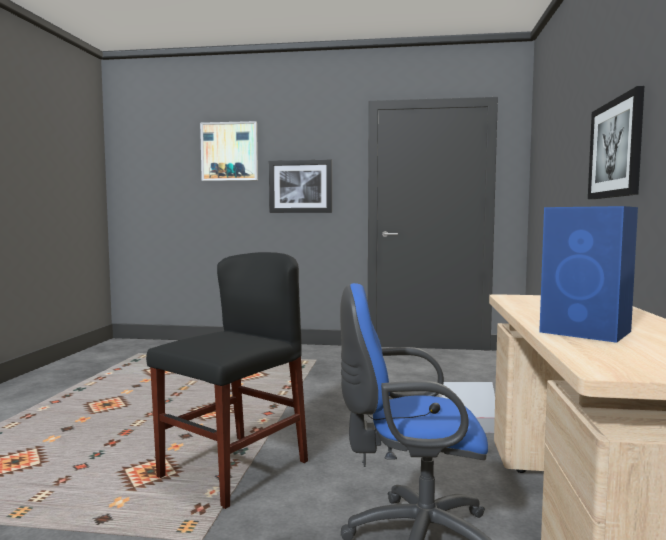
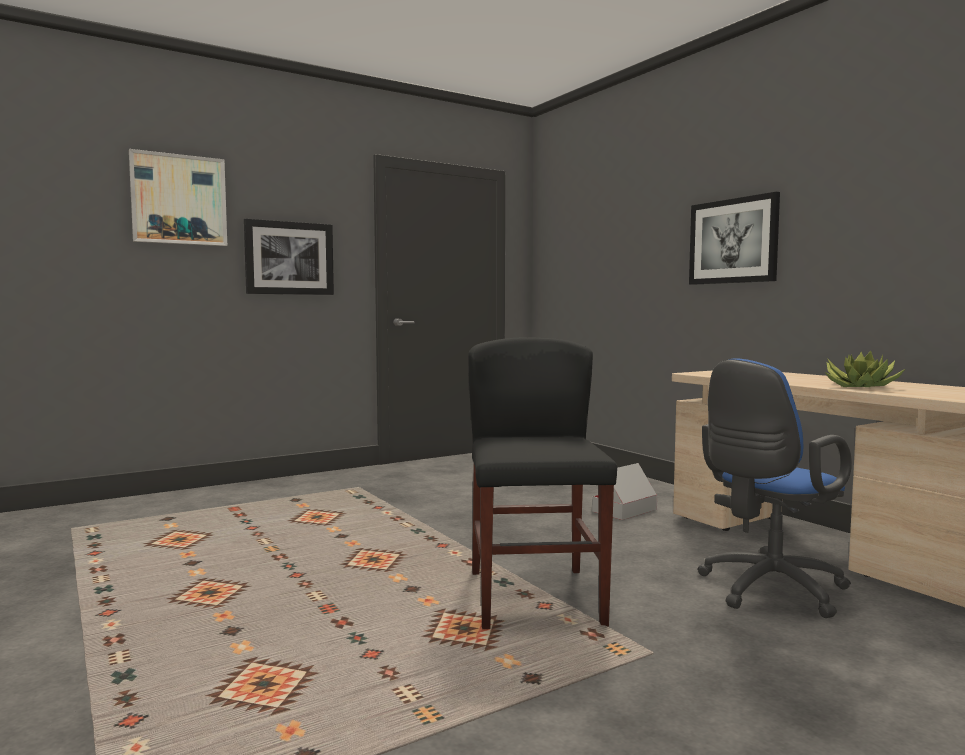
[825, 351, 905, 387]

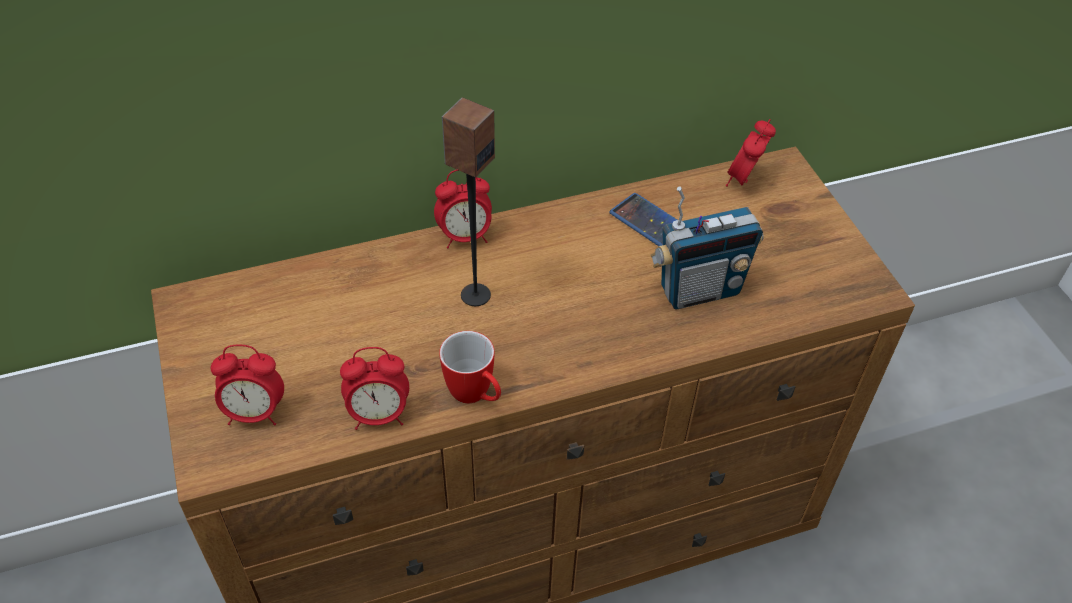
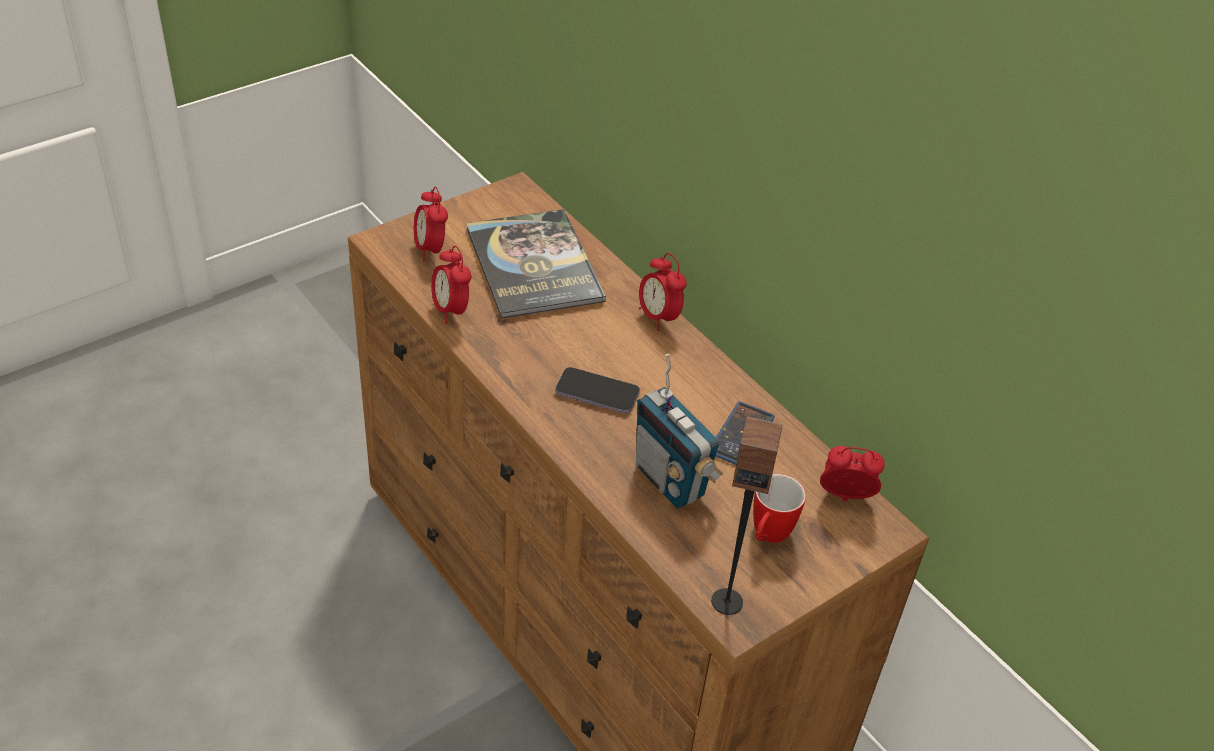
[467, 209, 606, 319]
[555, 367, 640, 414]
[753, 474, 806, 543]
[711, 417, 783, 615]

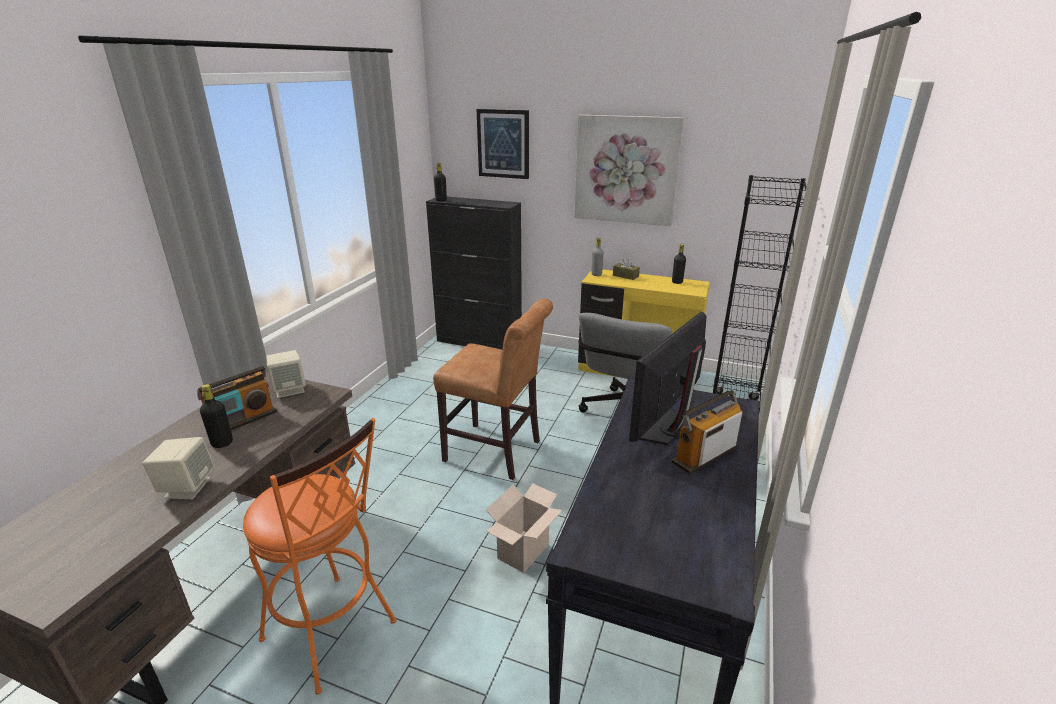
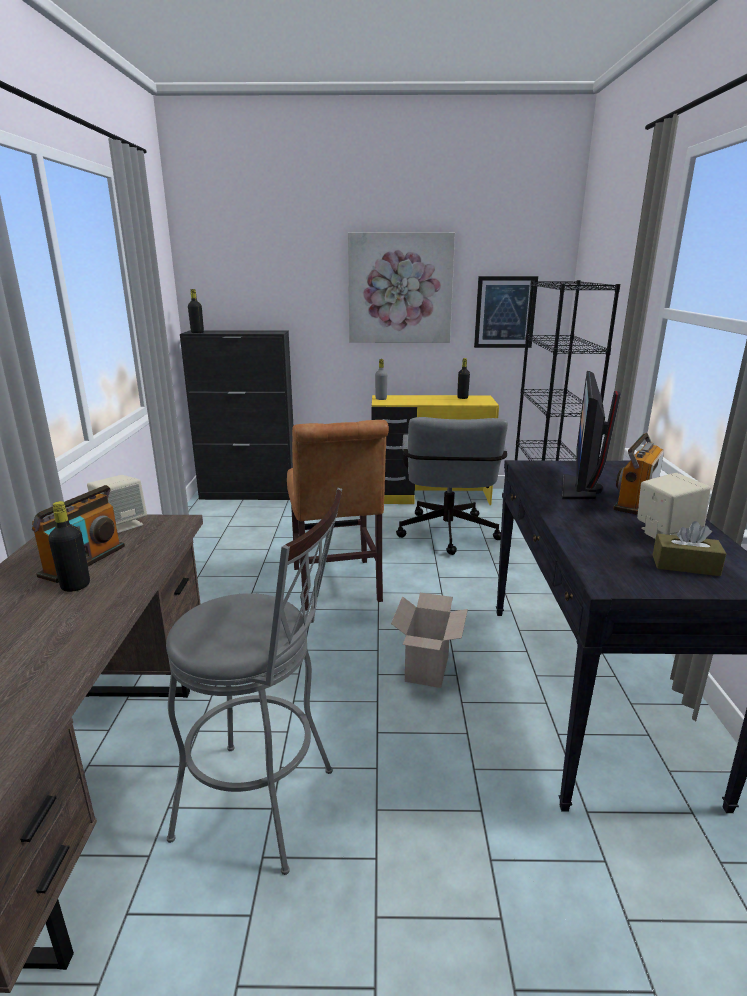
[637, 473, 711, 539]
[474, 276, 538, 348]
[653, 521, 727, 576]
[166, 488, 342, 875]
[287, 420, 389, 611]

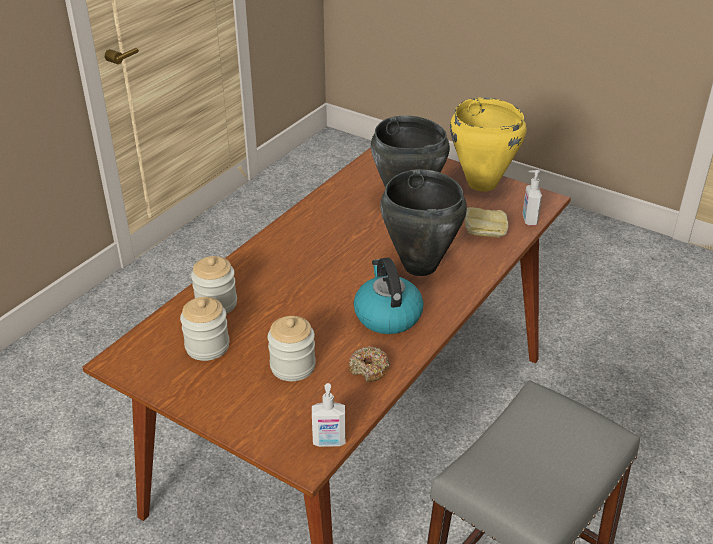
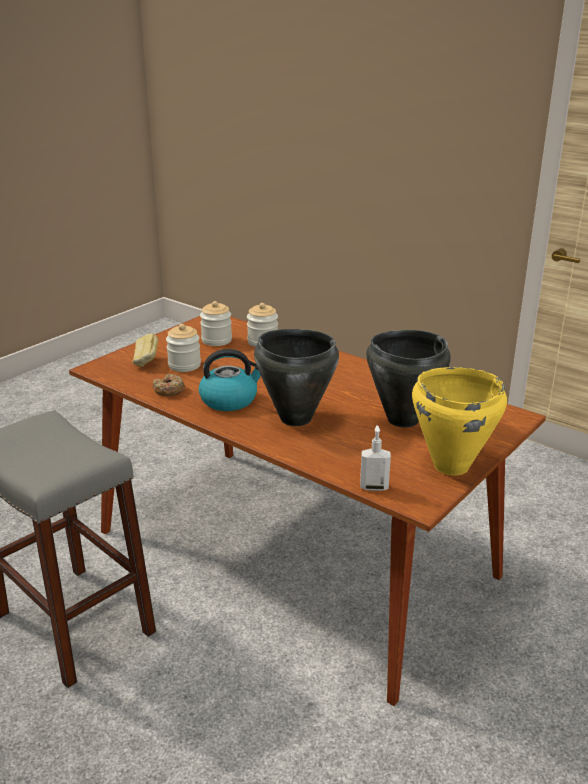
[312, 383, 346, 447] (first image)
[132, 333, 158, 367]

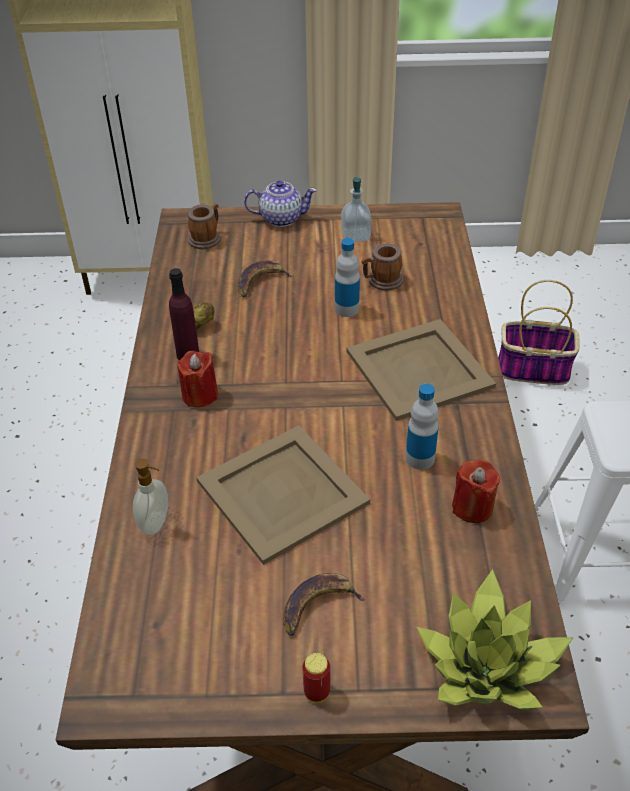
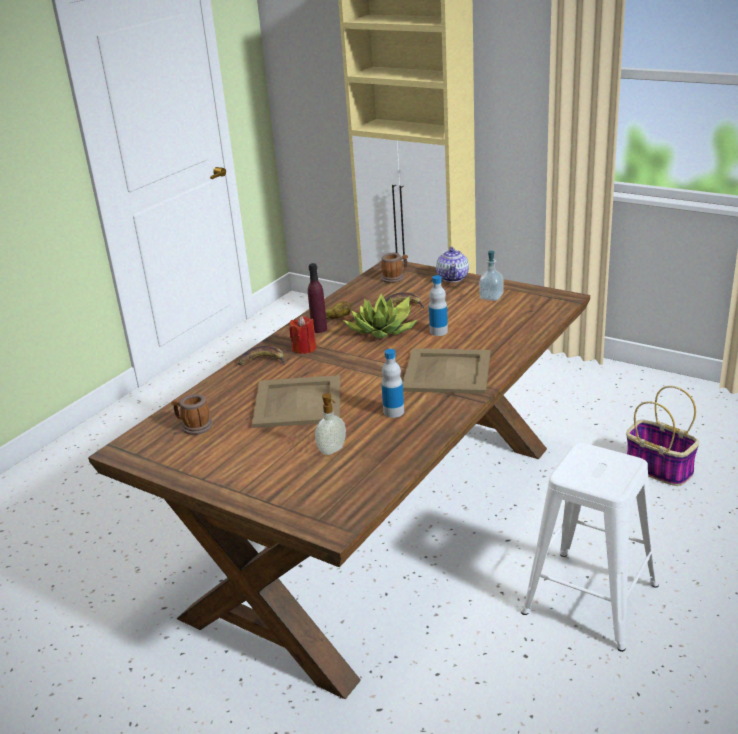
[303, 653, 330, 703] (first image)
[452, 459, 500, 523] (first image)
[315, 393, 346, 455]
[238, 346, 285, 365]
[171, 394, 213, 435]
[343, 294, 418, 338]
[436, 246, 469, 282]

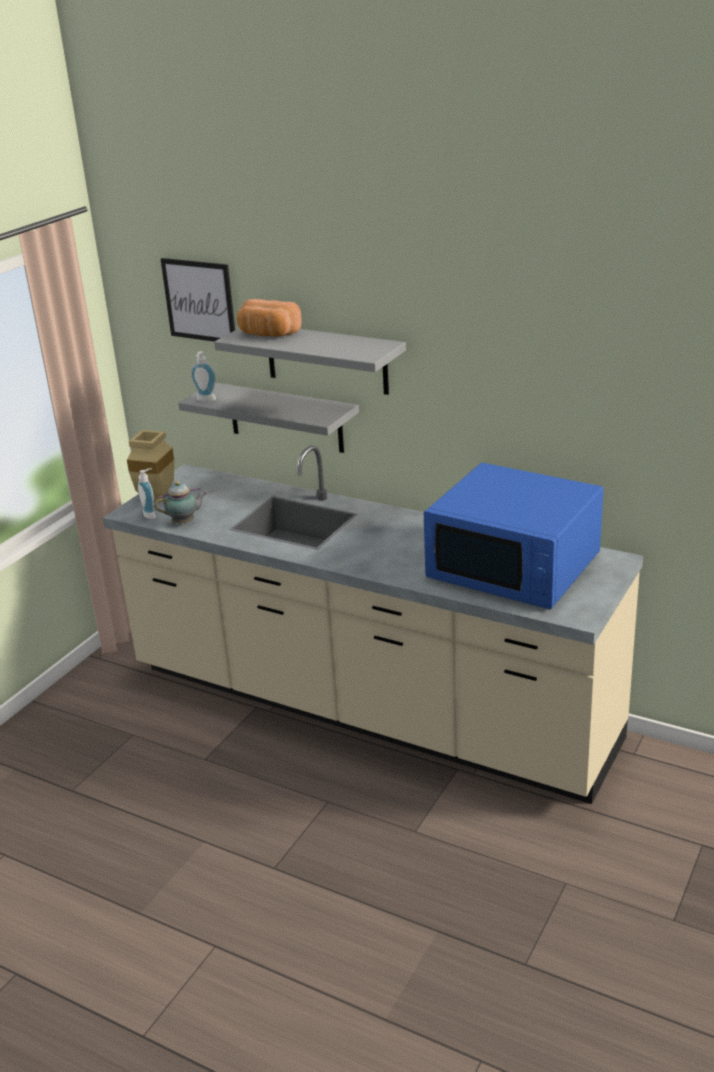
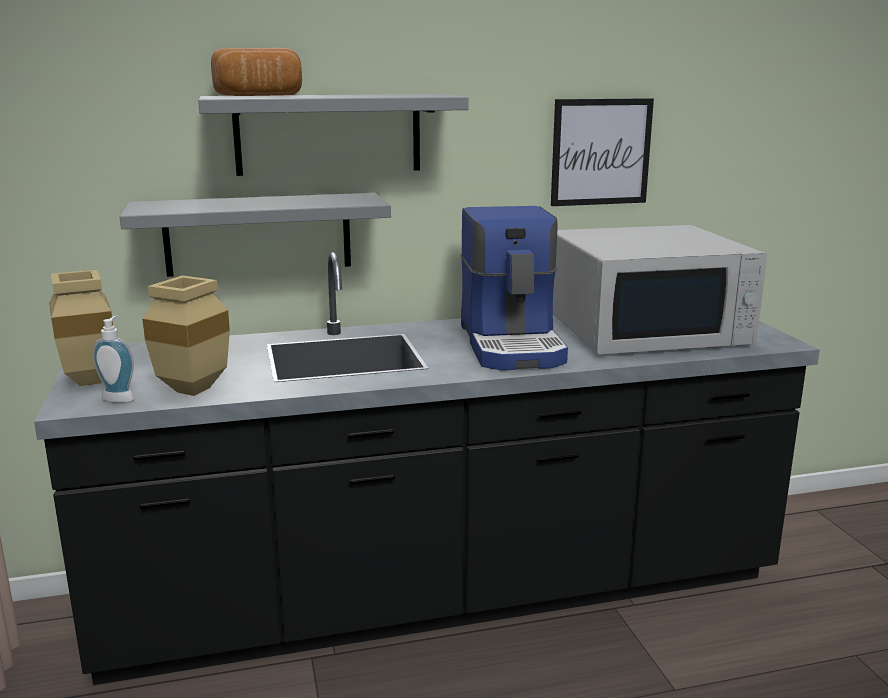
[191, 351, 216, 401] (first image)
[461, 206, 568, 371]
[551, 98, 654, 206]
[142, 275, 230, 396]
[34, 253, 820, 685]
[553, 225, 767, 354]

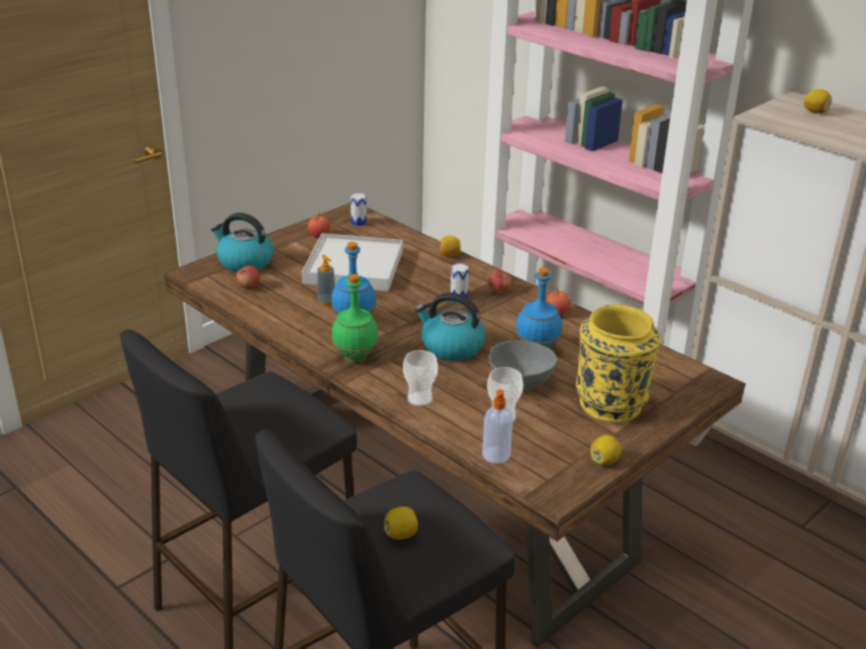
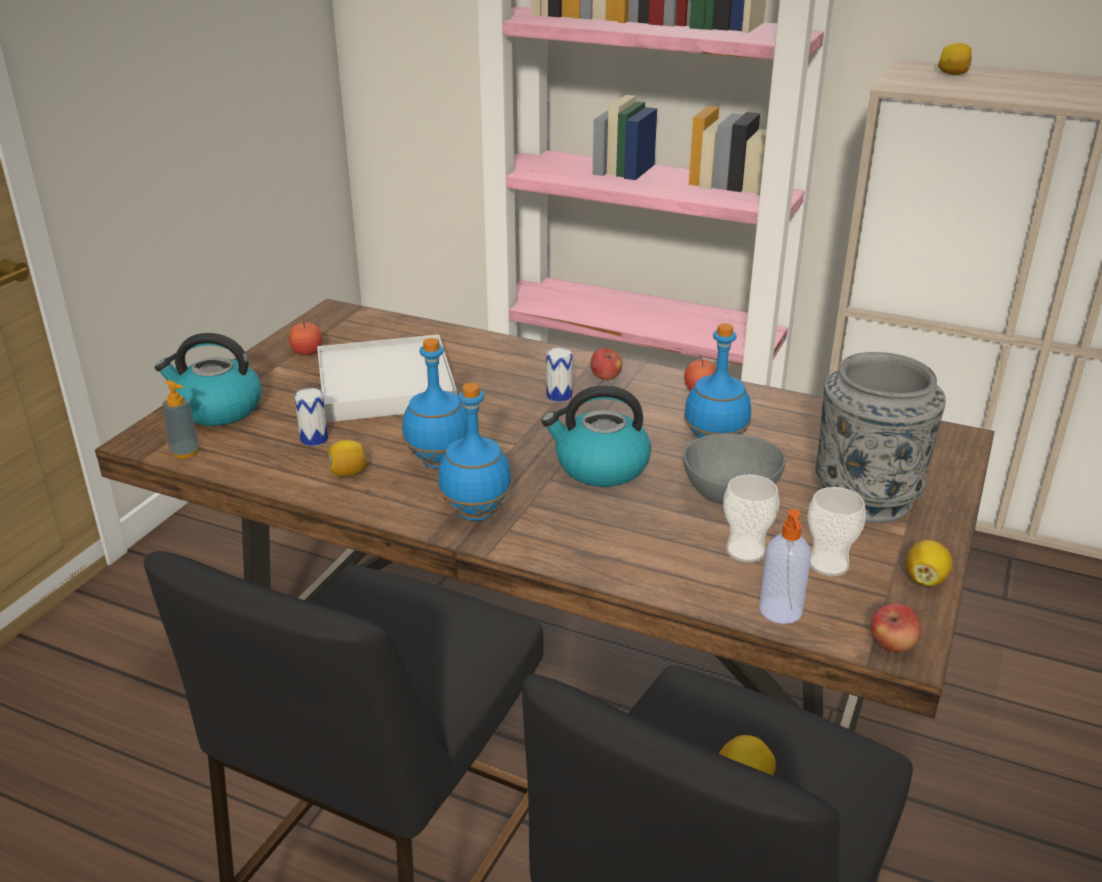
[870, 604, 921, 653]
[162, 380, 200, 458]
[294, 388, 328, 446]
[807, 487, 866, 576]
[328, 440, 368, 477]
[438, 383, 512, 521]
[815, 352, 946, 523]

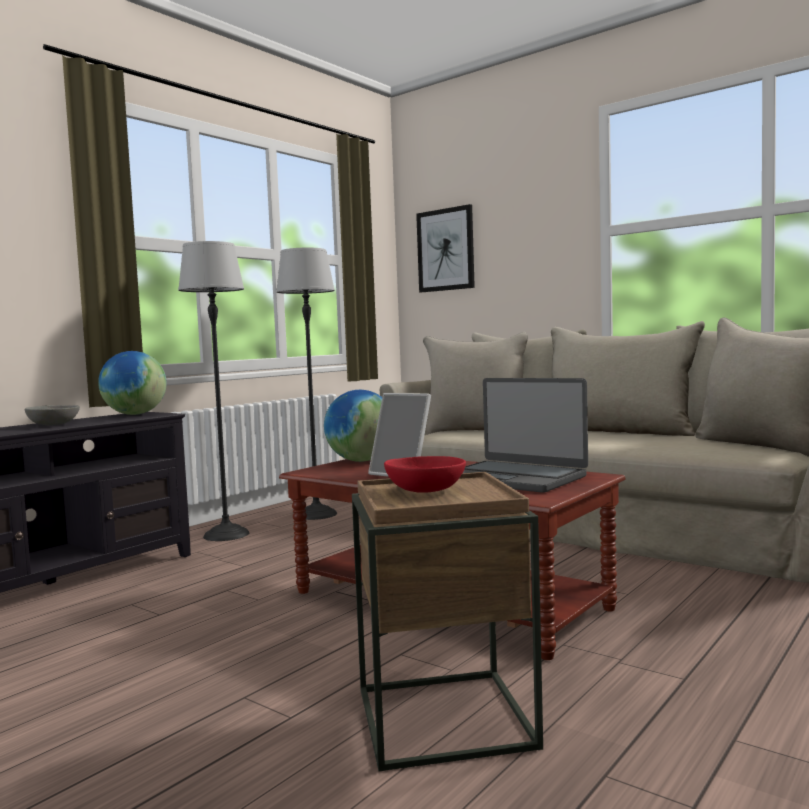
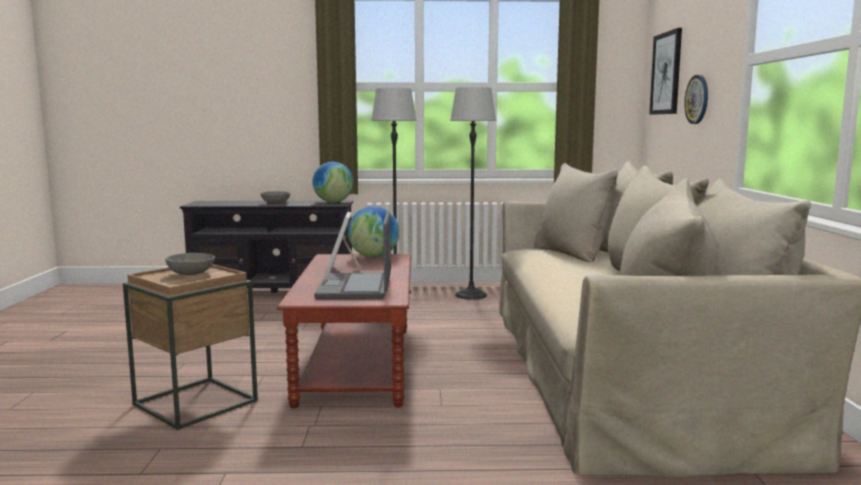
[684, 75, 708, 124]
[165, 253, 215, 275]

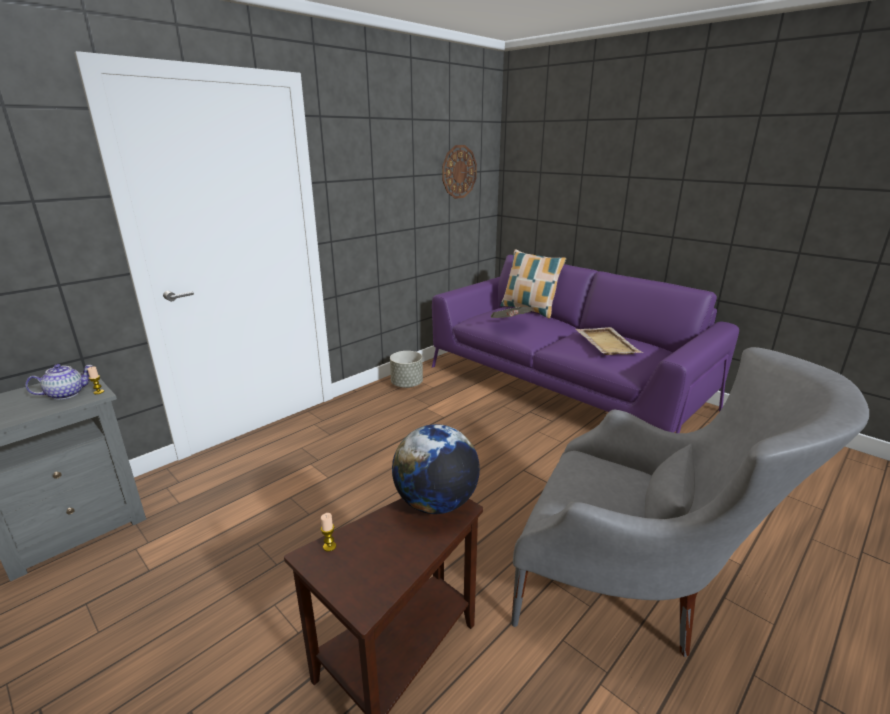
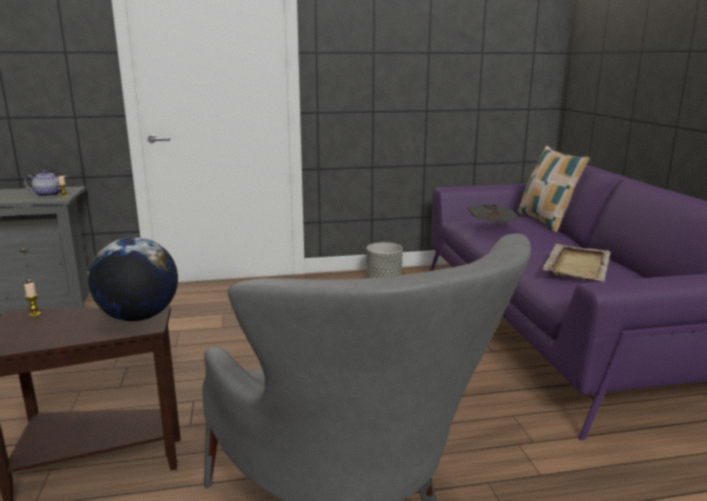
[442, 145, 477, 199] (first image)

